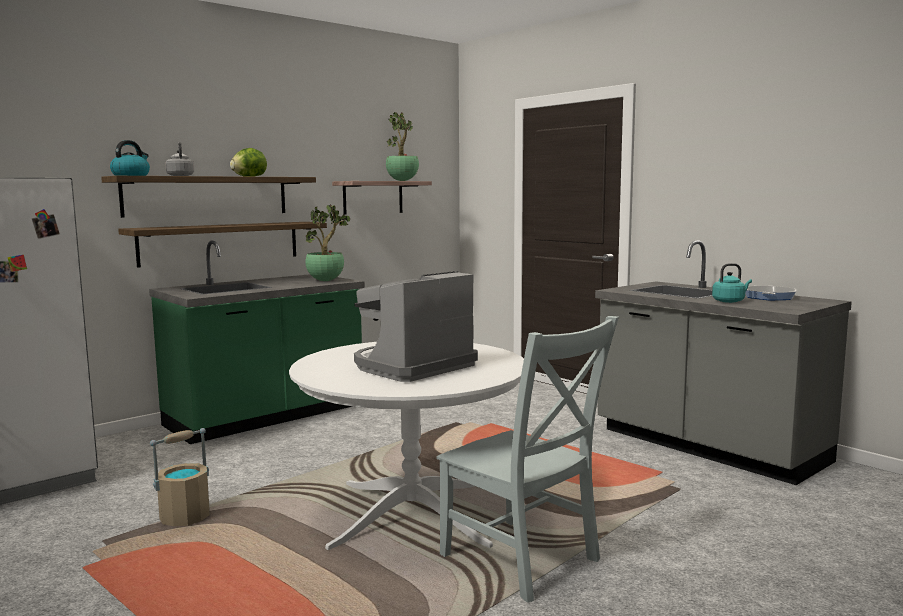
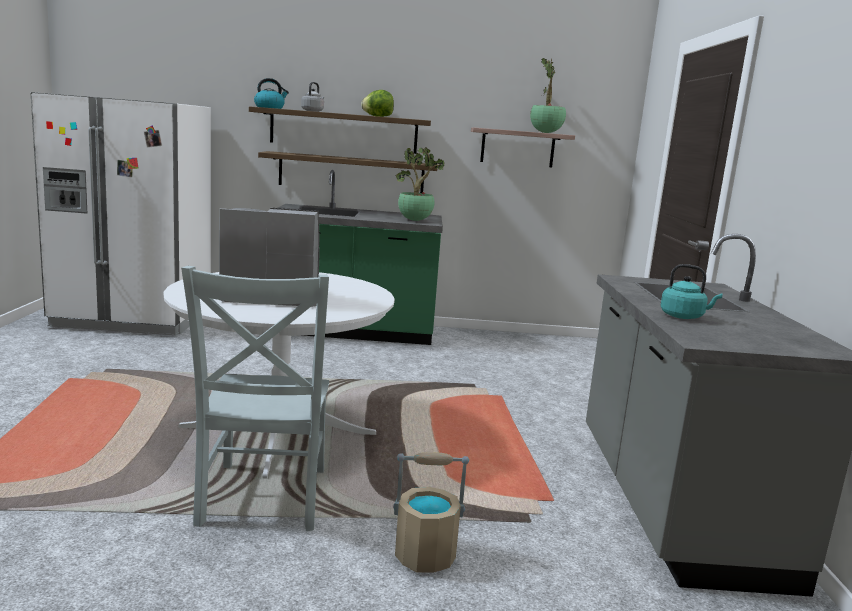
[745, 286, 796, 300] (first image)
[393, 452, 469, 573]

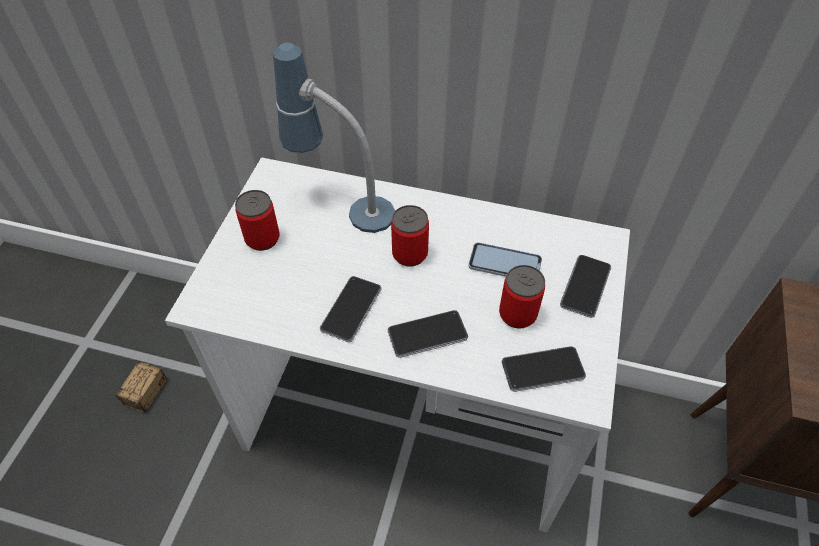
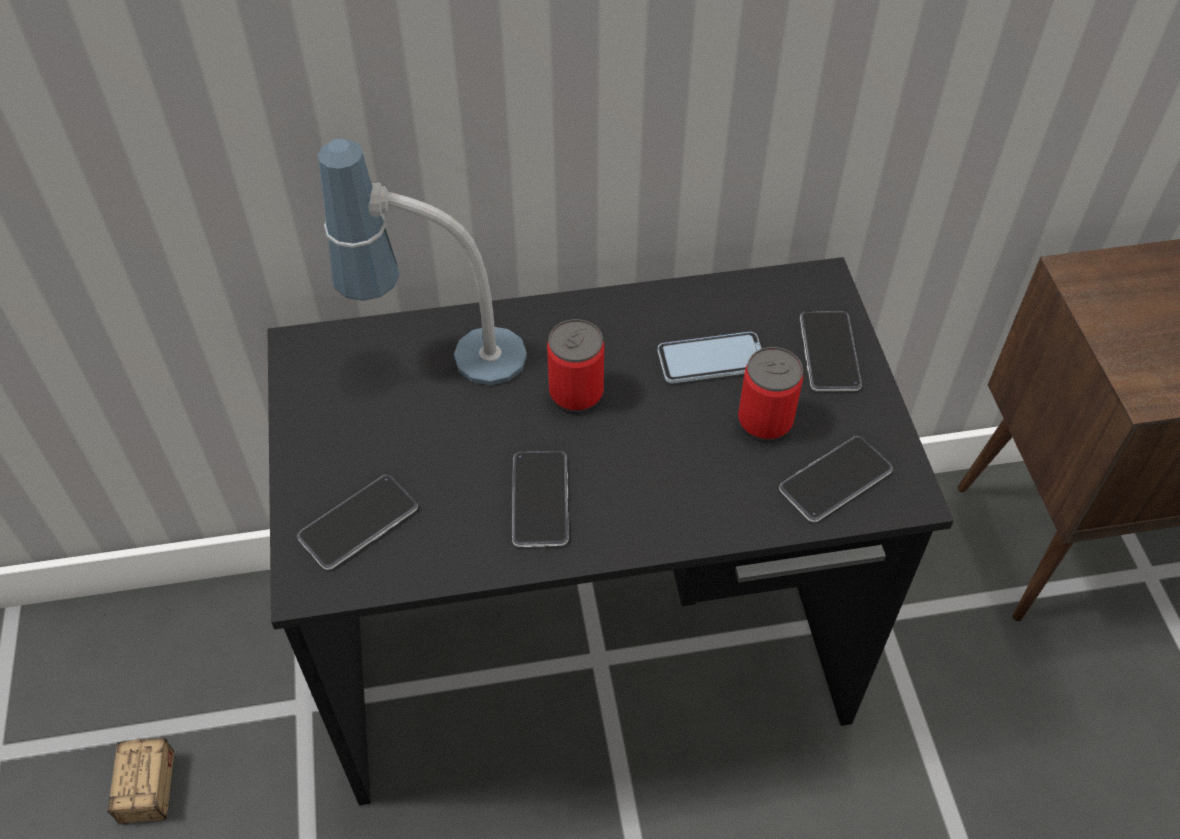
[235, 190, 280, 251] (first image)
[297, 475, 418, 570]
[268, 257, 954, 806]

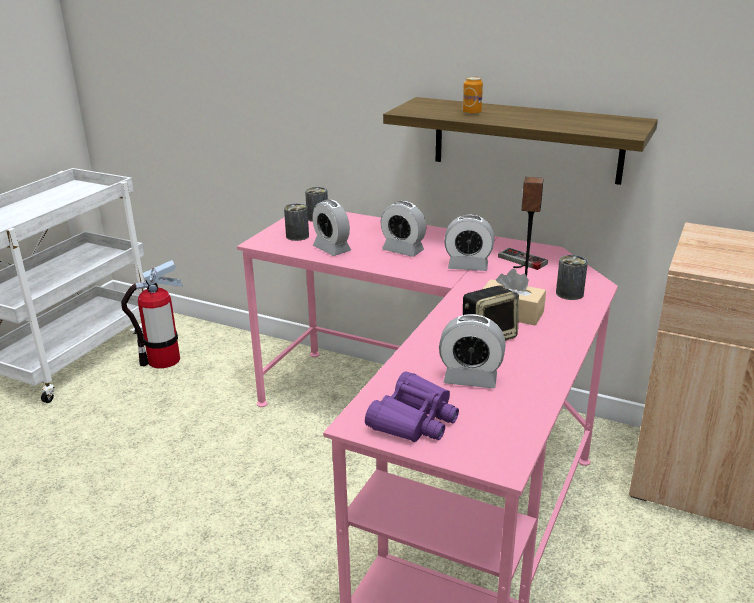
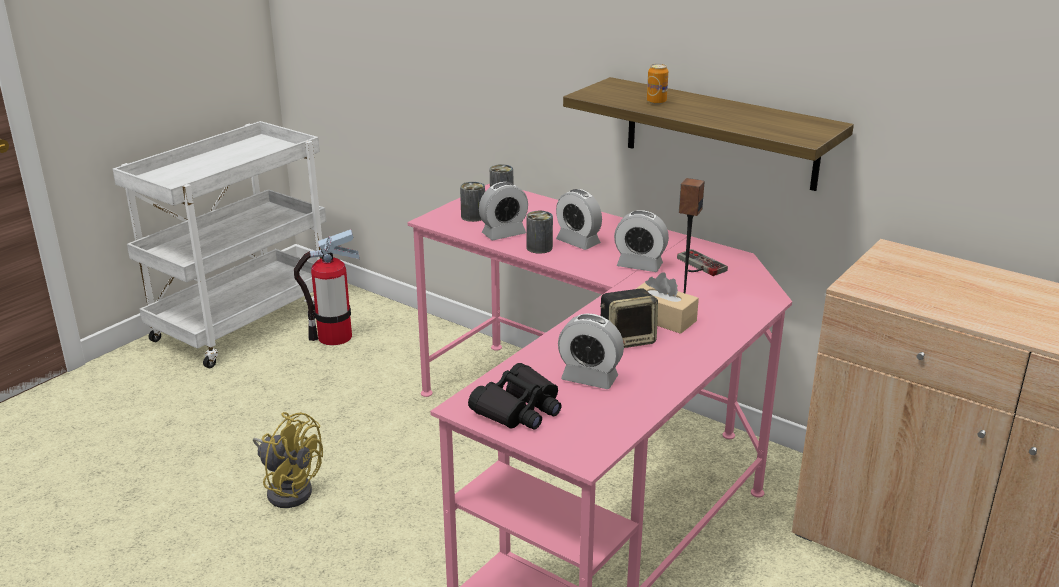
[253, 412, 323, 508]
[526, 211, 553, 254]
[468, 363, 562, 429]
[479, 182, 528, 240]

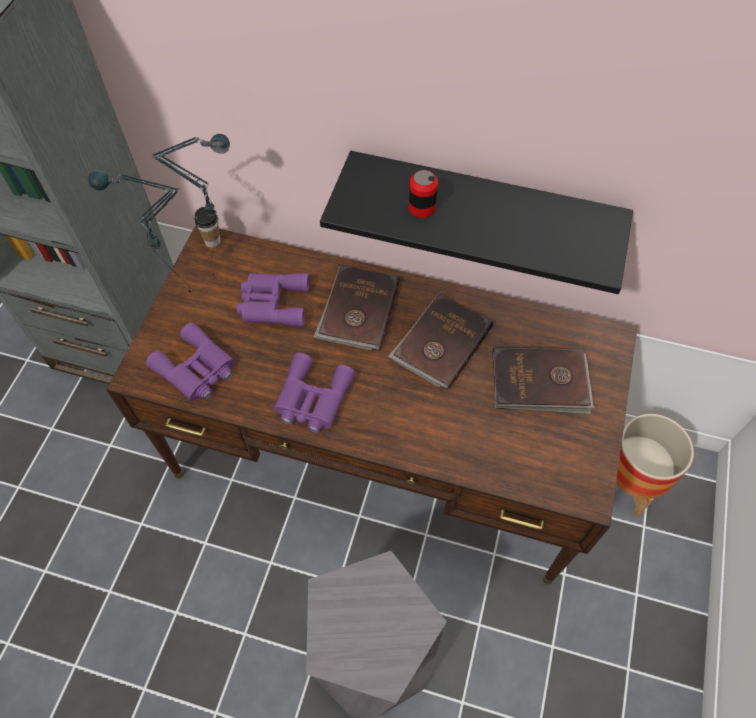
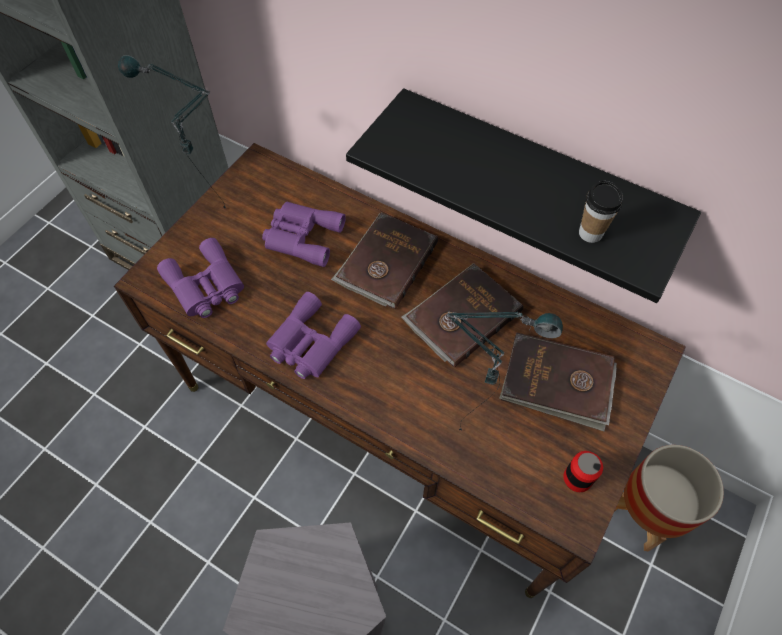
[447, 312, 563, 431]
[579, 181, 623, 243]
[563, 451, 603, 492]

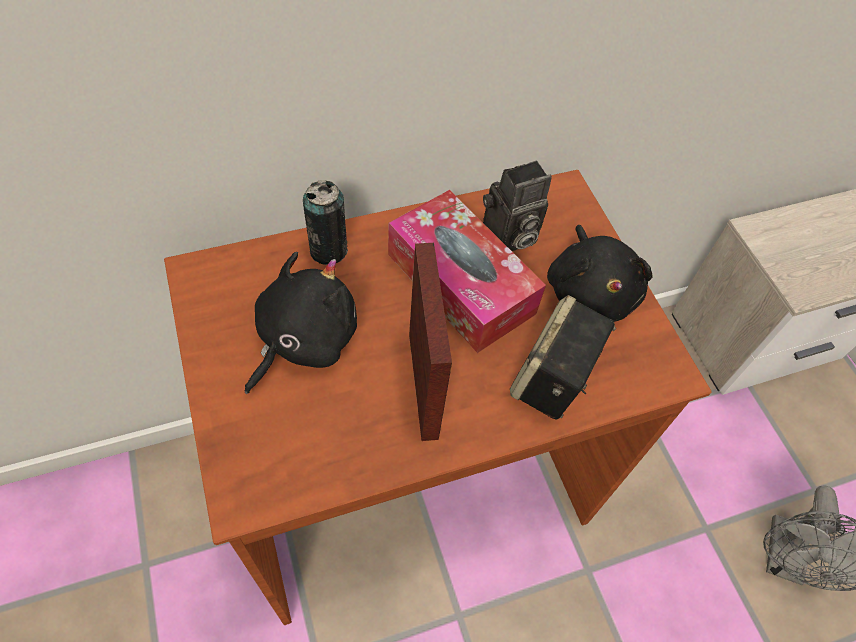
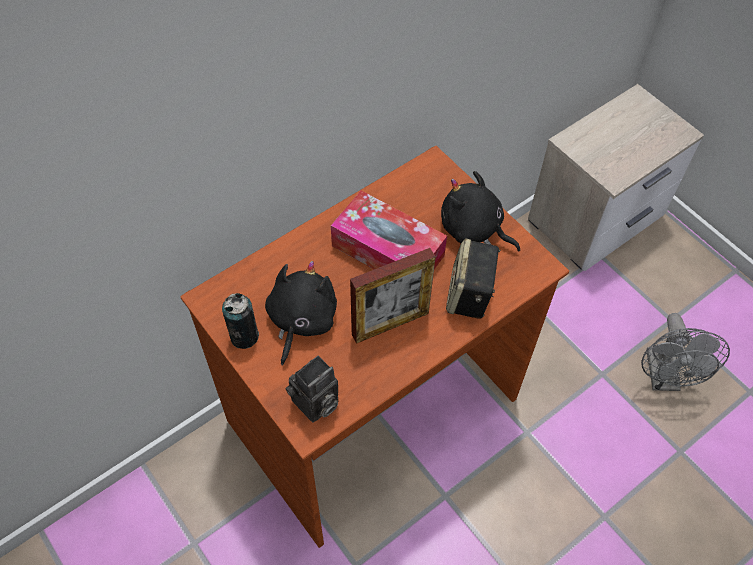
[222, 293, 259, 349]
[285, 355, 338, 422]
[350, 248, 436, 344]
[441, 171, 520, 251]

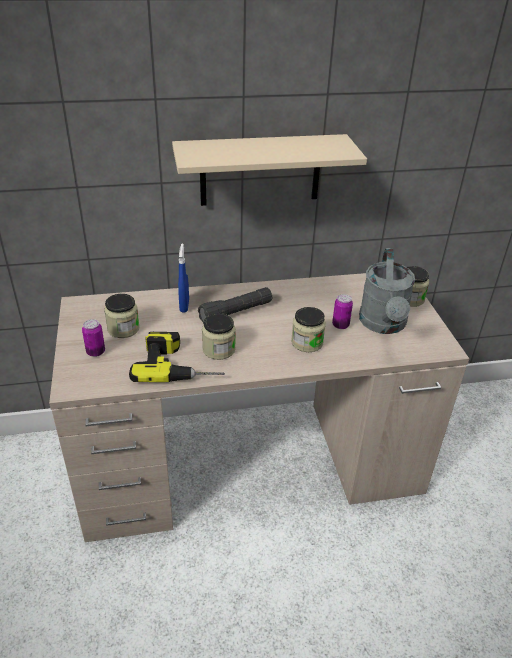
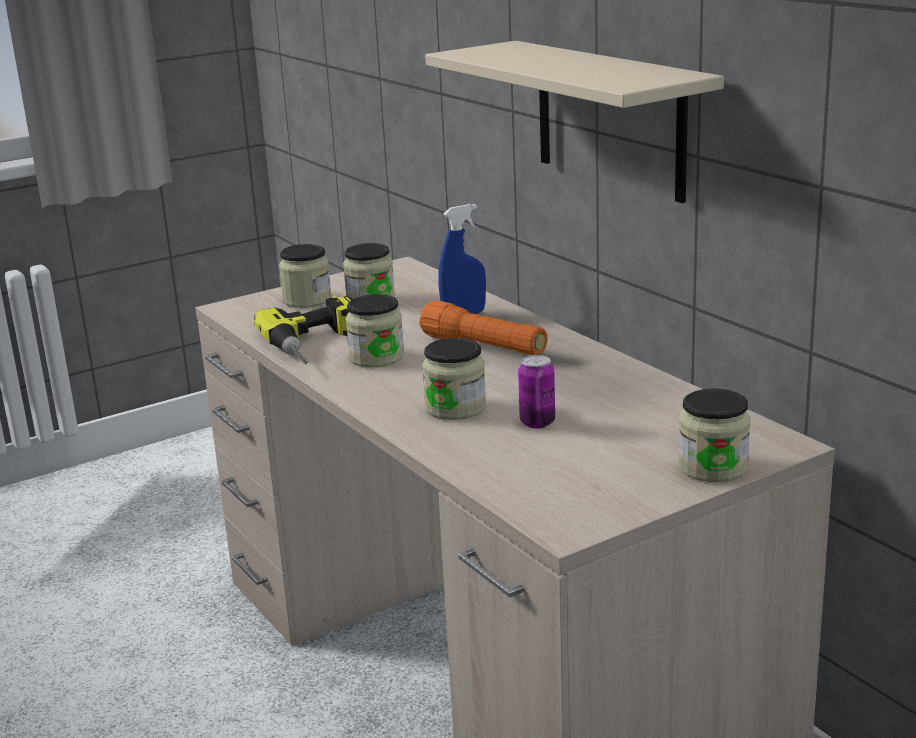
[359, 248, 415, 334] (first image)
[279, 244, 332, 308]
[419, 300, 547, 355]

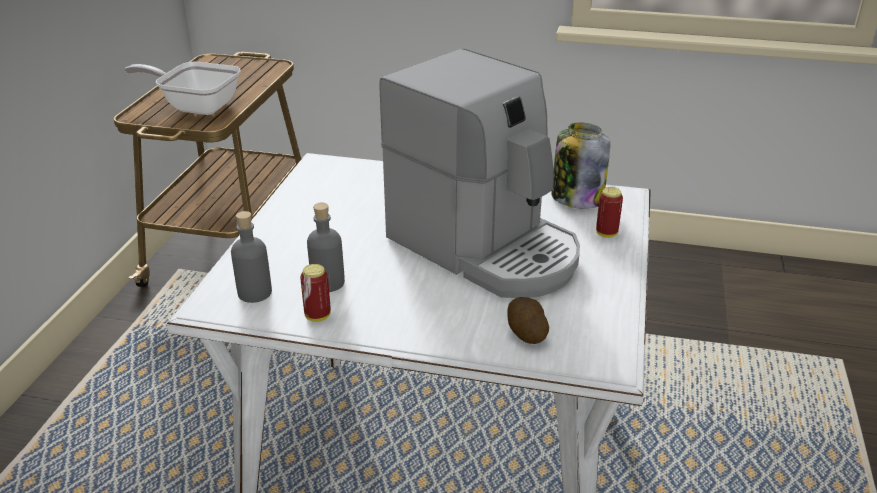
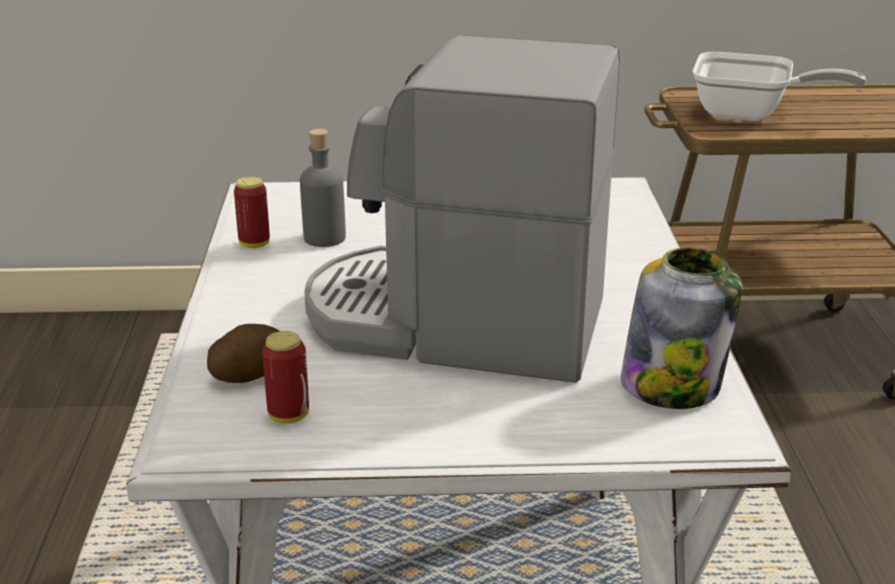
[231, 211, 272, 303] (first image)
[262, 331, 309, 424]
[693, 52, 866, 121]
[305, 35, 620, 383]

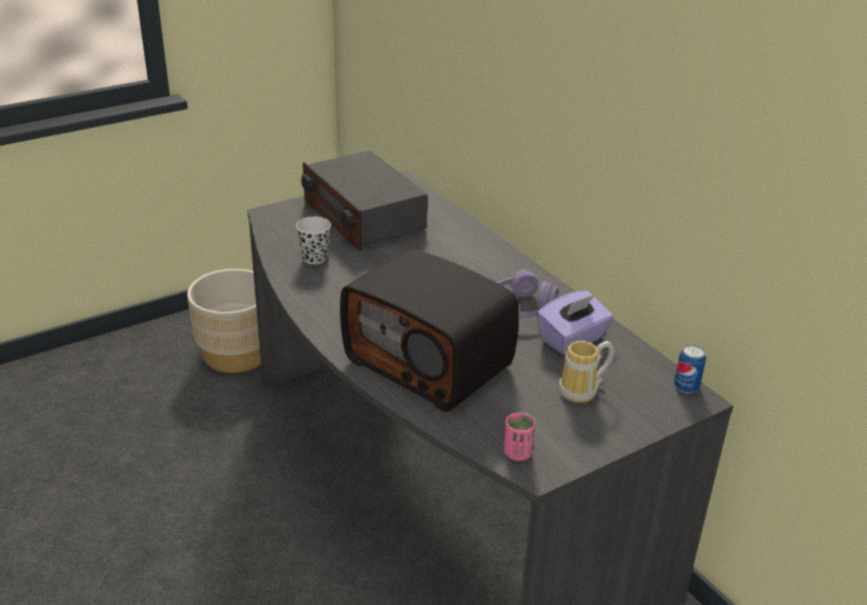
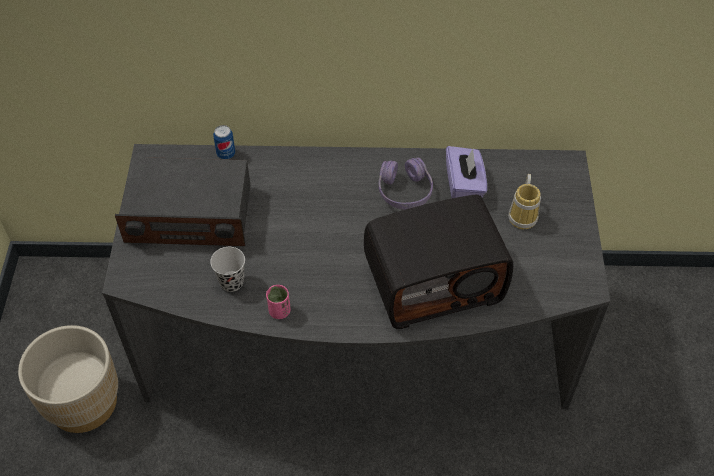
[266, 285, 291, 319]
[213, 125, 235, 160]

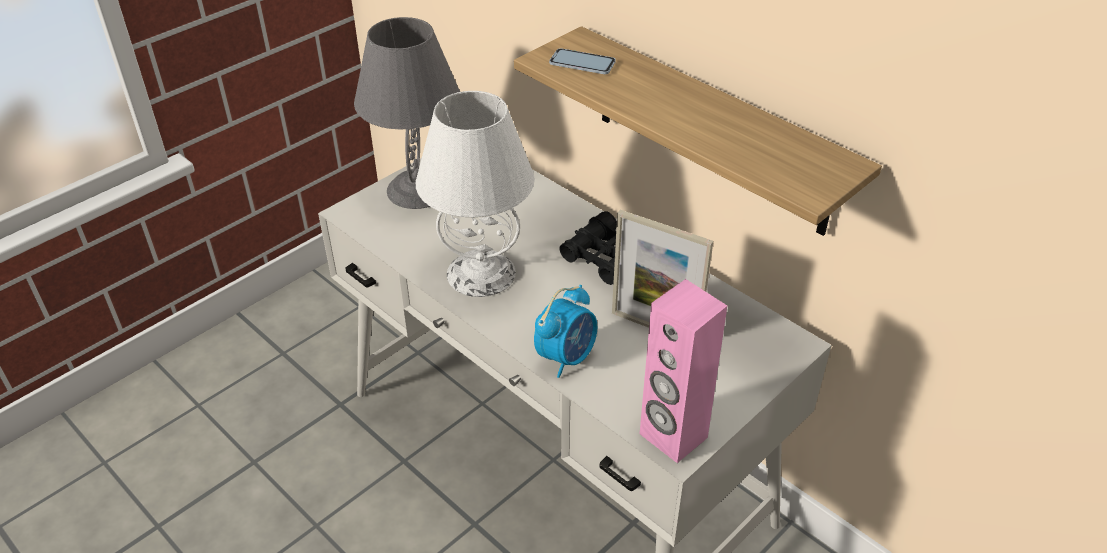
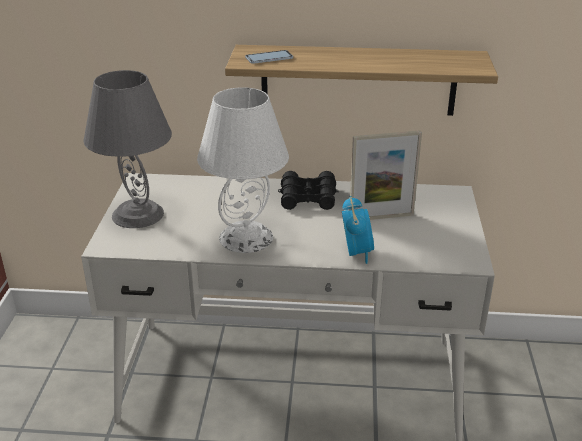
[640, 279, 727, 463] (first image)

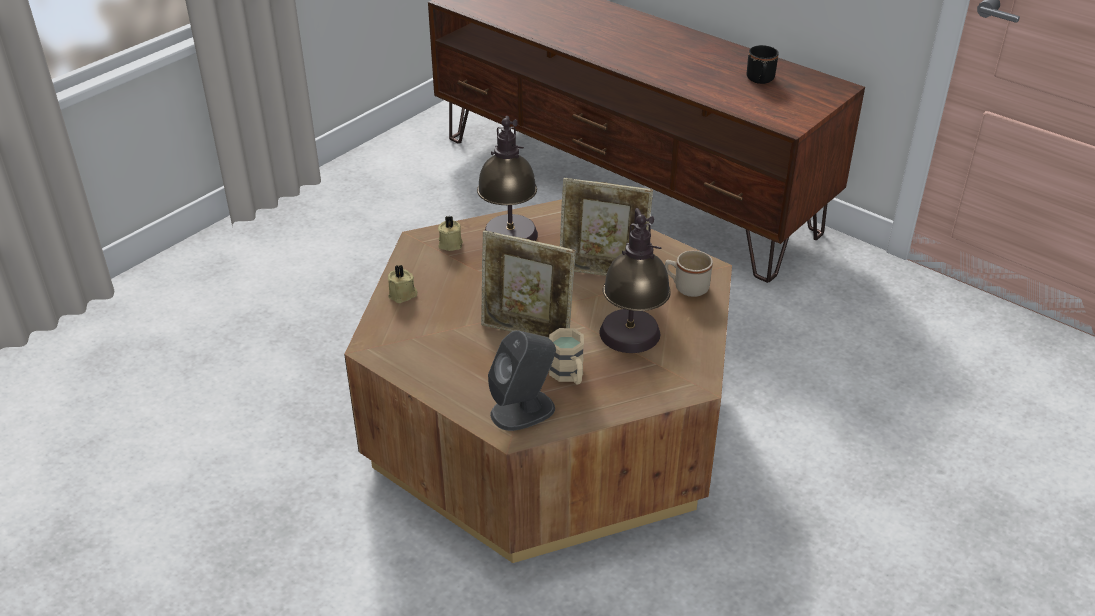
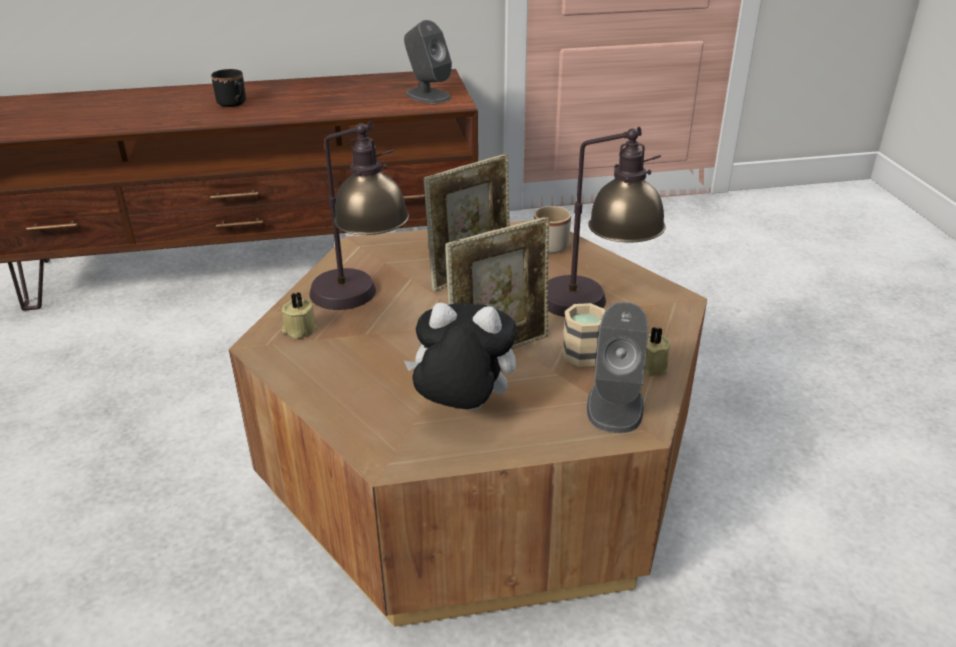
[404, 20, 452, 104]
[404, 303, 517, 411]
[644, 327, 671, 377]
[211, 69, 246, 107]

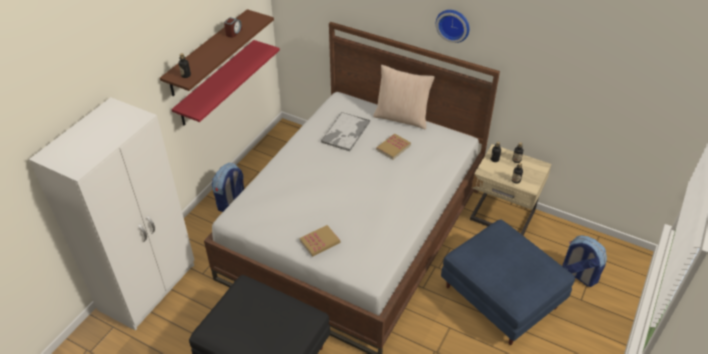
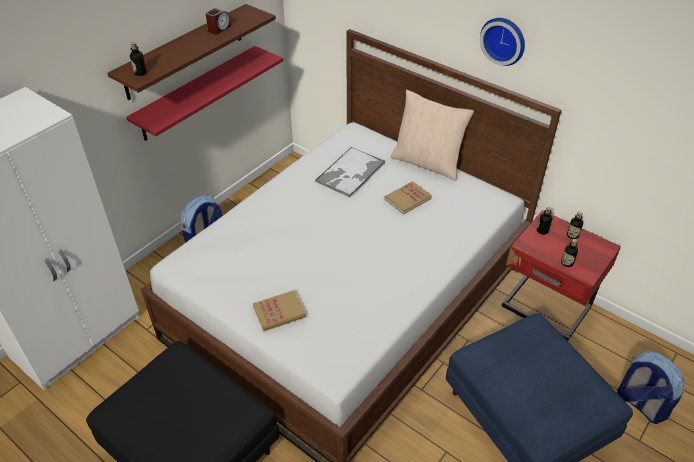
[502, 210, 621, 341]

